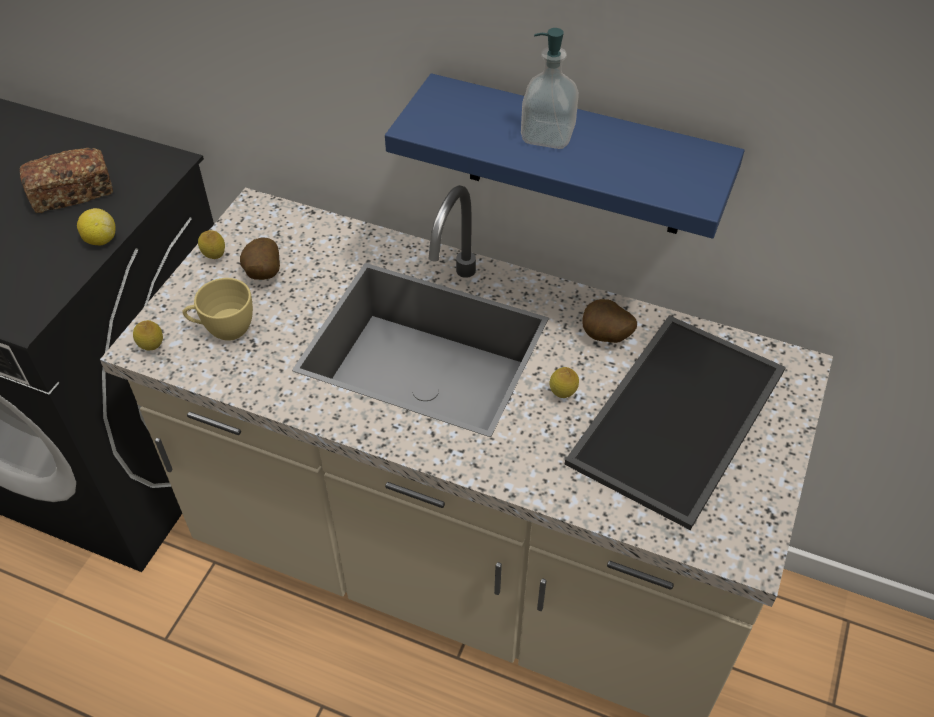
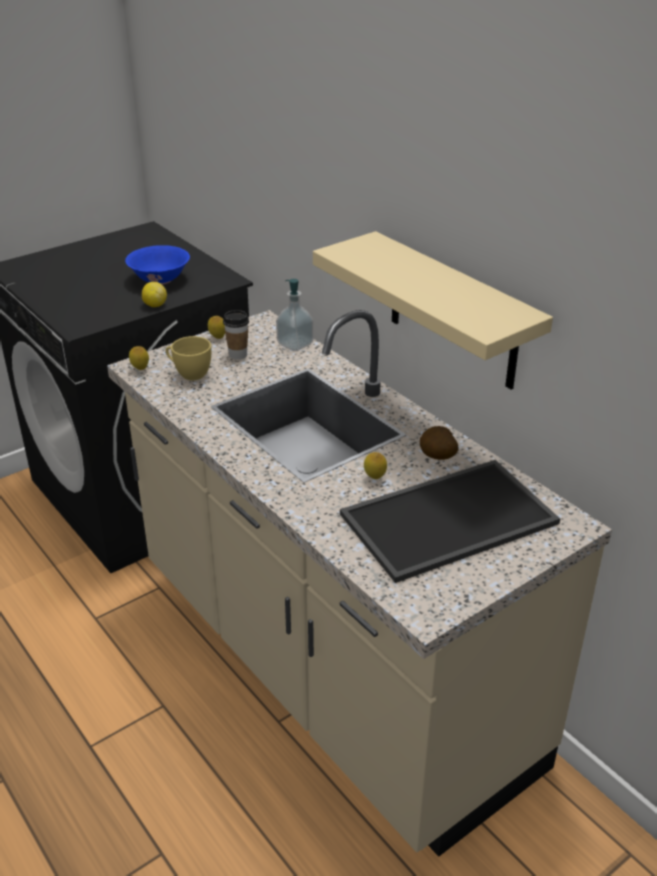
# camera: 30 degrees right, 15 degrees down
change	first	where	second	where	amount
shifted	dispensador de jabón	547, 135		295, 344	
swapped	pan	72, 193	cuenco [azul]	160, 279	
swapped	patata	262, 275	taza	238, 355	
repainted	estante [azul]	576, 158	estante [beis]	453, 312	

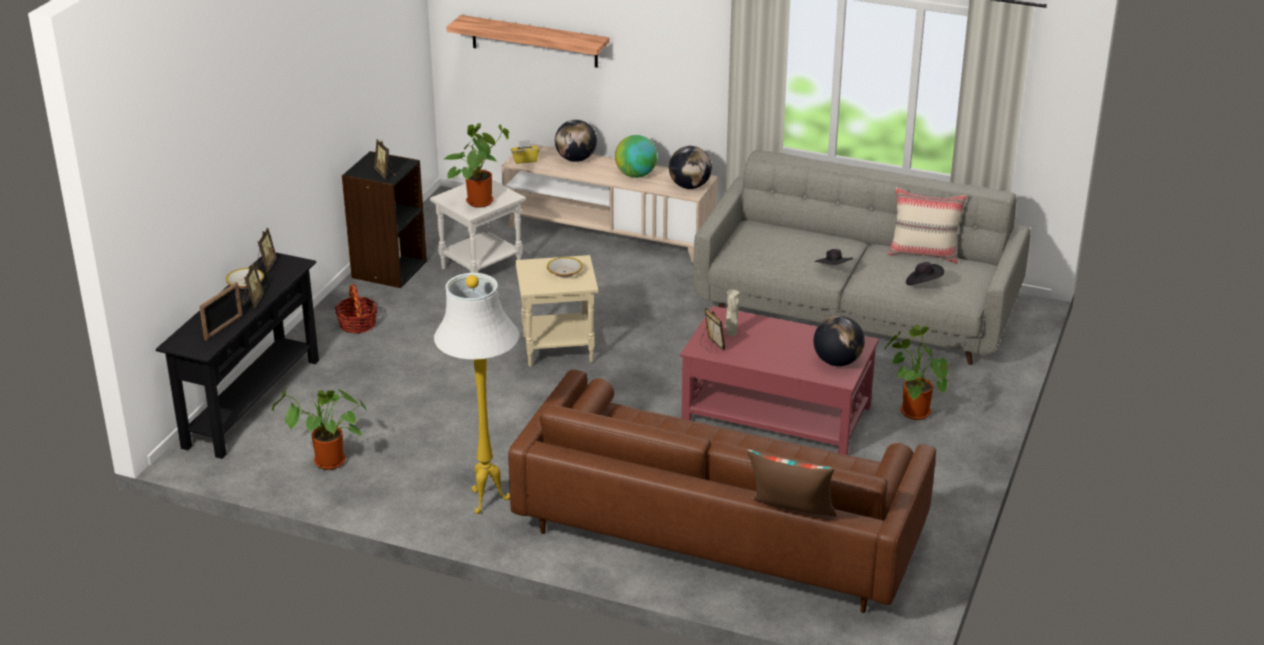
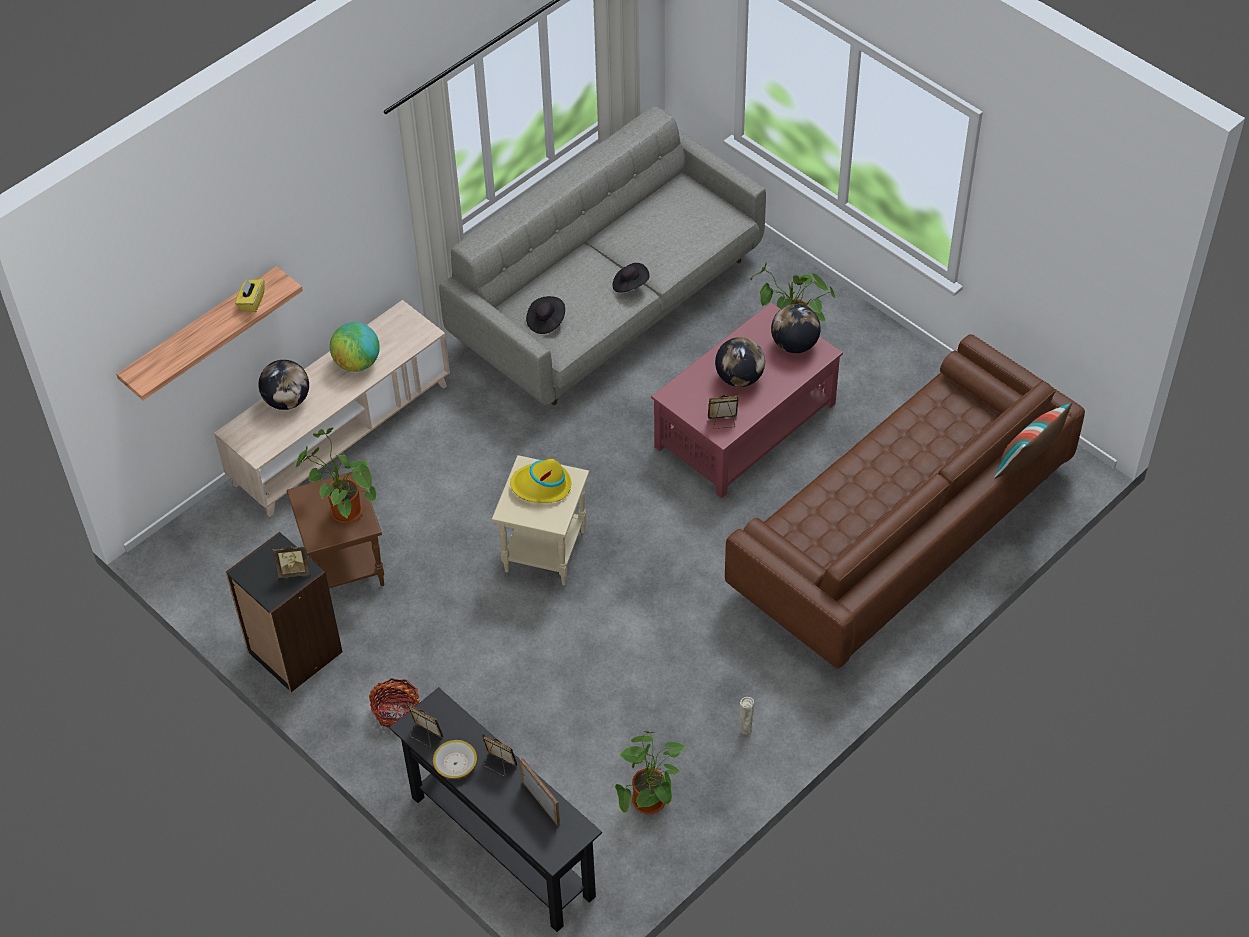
# camera: 65 degrees left, 20 degrees up
change	first	where	second	where	amount
gone	lámpara de pie [blanco]	485, 501			
gone	cojín [beis]	924, 254			
shifted	caja de pañuelos [amarillo]	525, 160		251, 302	
shifted	globo terráqueo	690, 186		739, 378	
shifted	florero [beis]	731, 333		746, 730	
shifted	sombrero [negro]	923, 283		546, 321	
swapped	cuenco	564, 272	sombrero [amarillo]	541, 486	
repainted	mesa auxiliar [blanco]	481, 267	mesa auxiliar [marrón]	343, 567	

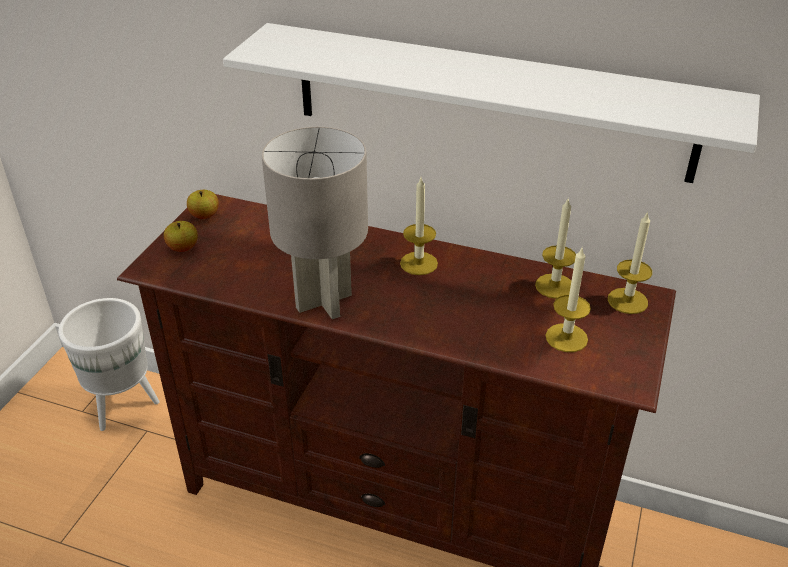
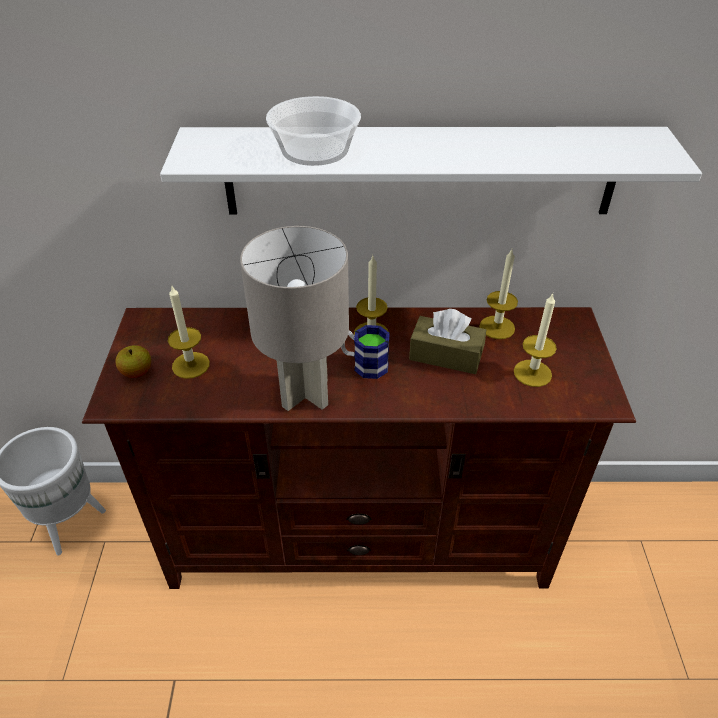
# camera: 20 degrees left, 5 degrees up
change	first	where	second	where	amount
gone	manzana	204, 216			
new			cuenco	314, 150	
new			taza grande	364, 364	
new			caja de pañuelos [marrón]	446, 355	
shifted	vela	627, 301		191, 365	

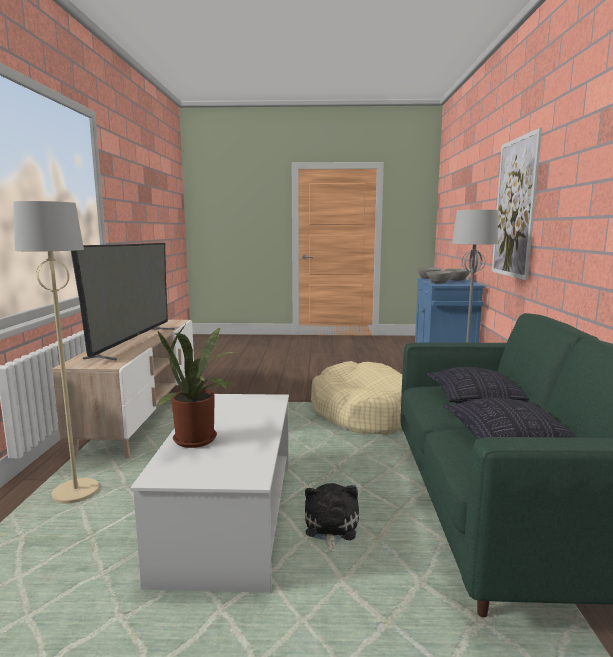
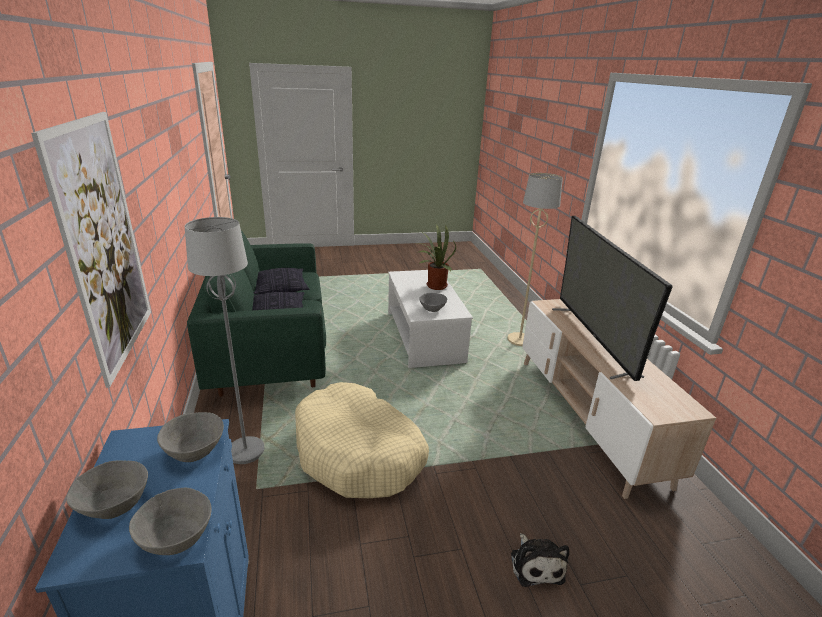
# camera: 165 degrees right, 15 degrees up
change	first	where	second	where	amount
new			cuenco [gris]	432, 309	
shifted	peluche	330, 529		536, 564	

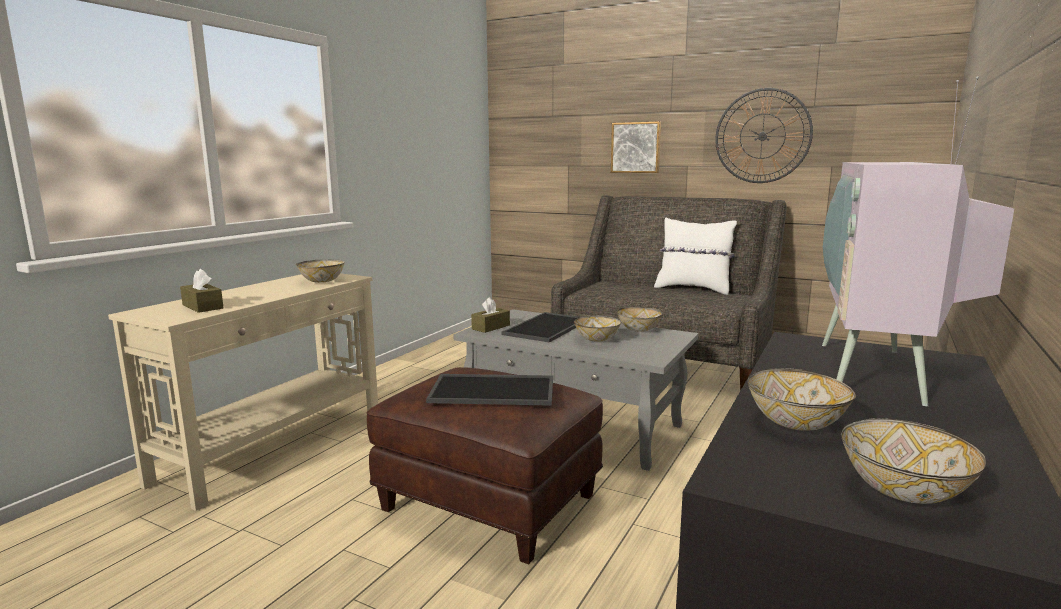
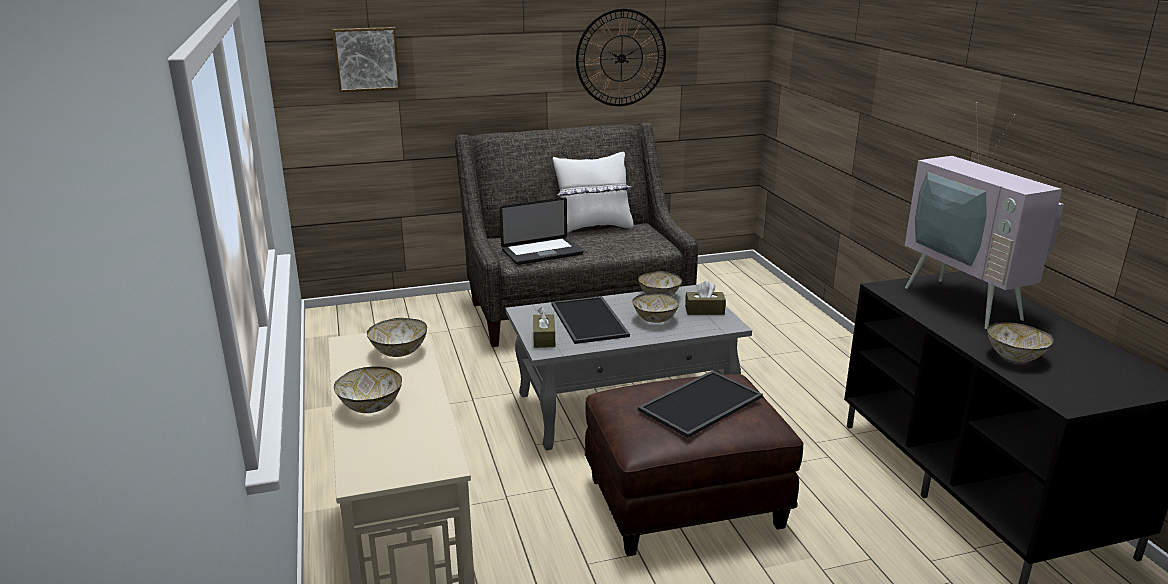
# camera: 45 degrees left, 10 degrees up
change	first	where	second	where	amount
new			portátil	542, 252	
shifted	caja de pañuelos [marrón]	202, 306		704, 310	
shifted	cuadro	636, 147		366, 59	
shifted	cuenco	903, 492		371, 407	

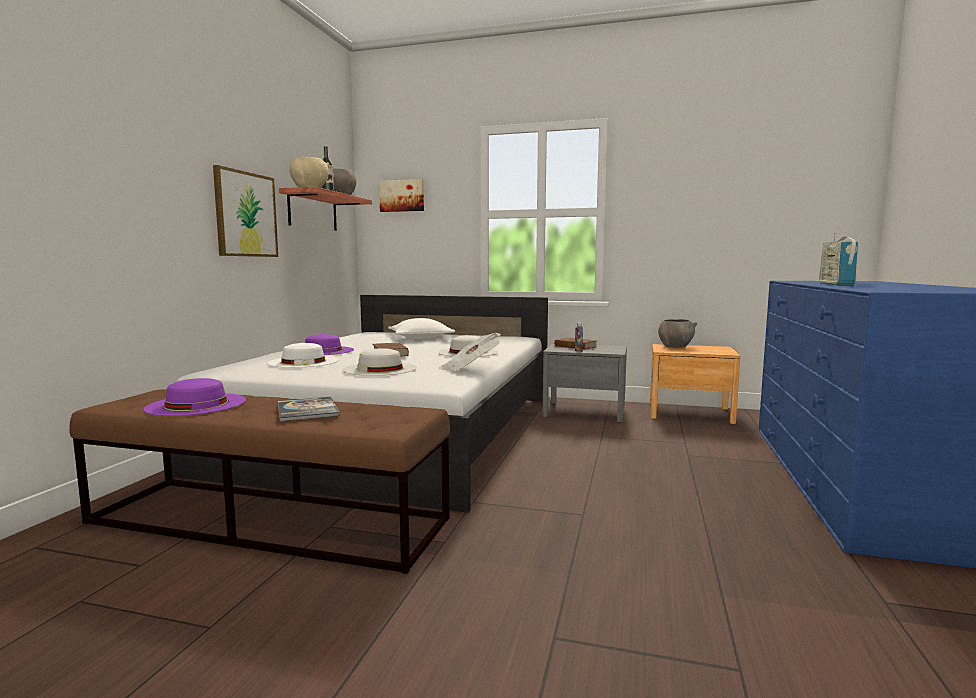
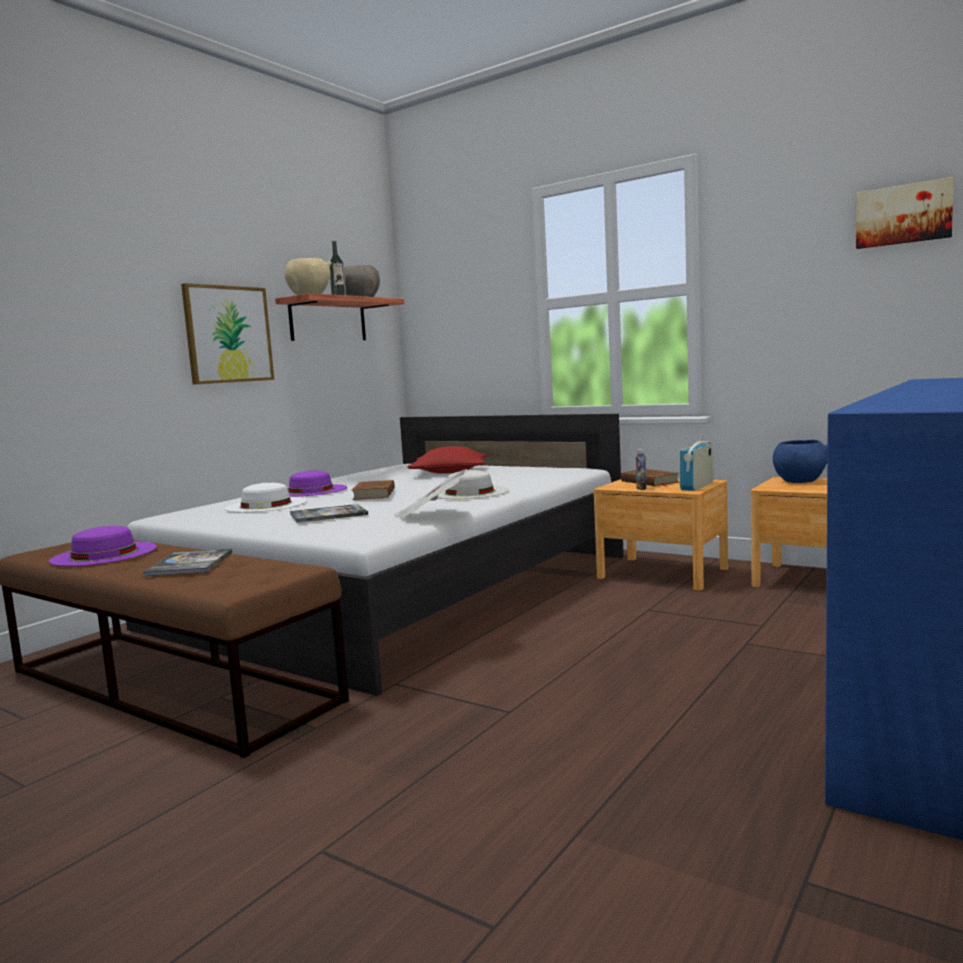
# camera: 20 degrees right, 0 degrees up
change	first	where	second	where	amount
shifted	cuadro	402, 196		903, 214	
shifted	radio	836, 284		697, 486	
swapped	sombrero [blanco]	380, 369	libro	328, 515	
repainted	cojín [blanco]	420, 338	cojín [rojo]	449, 472	
repainted	mesita de noche [gris]	584, 411	mesita de noche [marrón]	662, 573	
repainted	cuenco [gris]	675, 347	cuenco [azul]	800, 481	

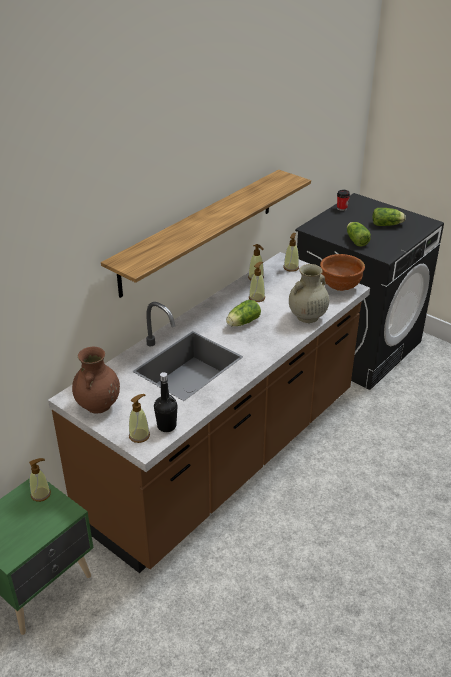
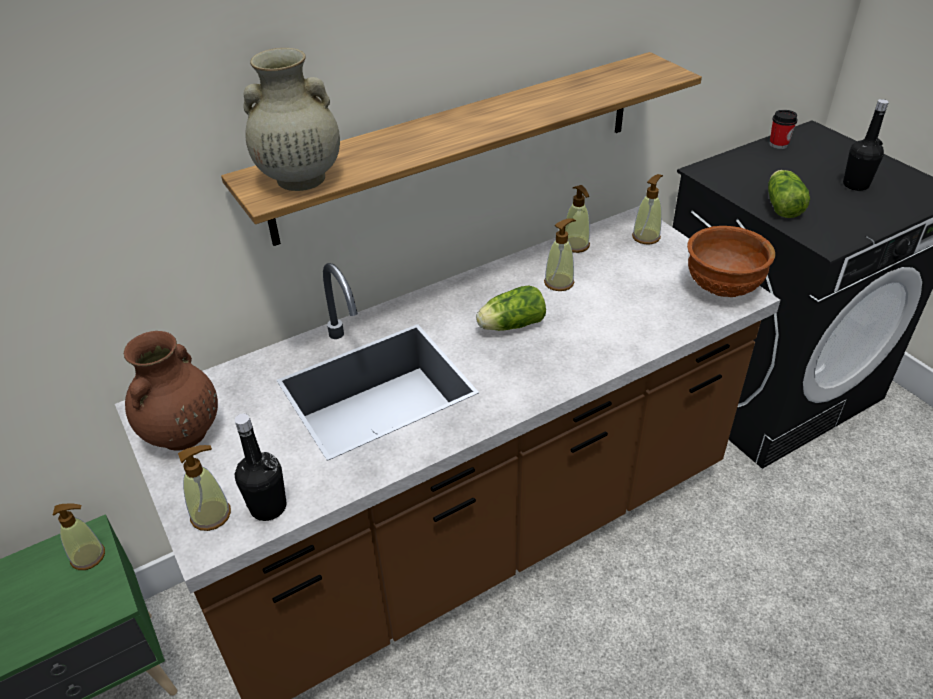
# camera: 20 degrees right, 5 degrees up
change	first	where	second	where	amount
shifted	florero [beis]	307, 317		299, 179	
swapped	lechuga	387, 225	botella [negro]	855, 185	

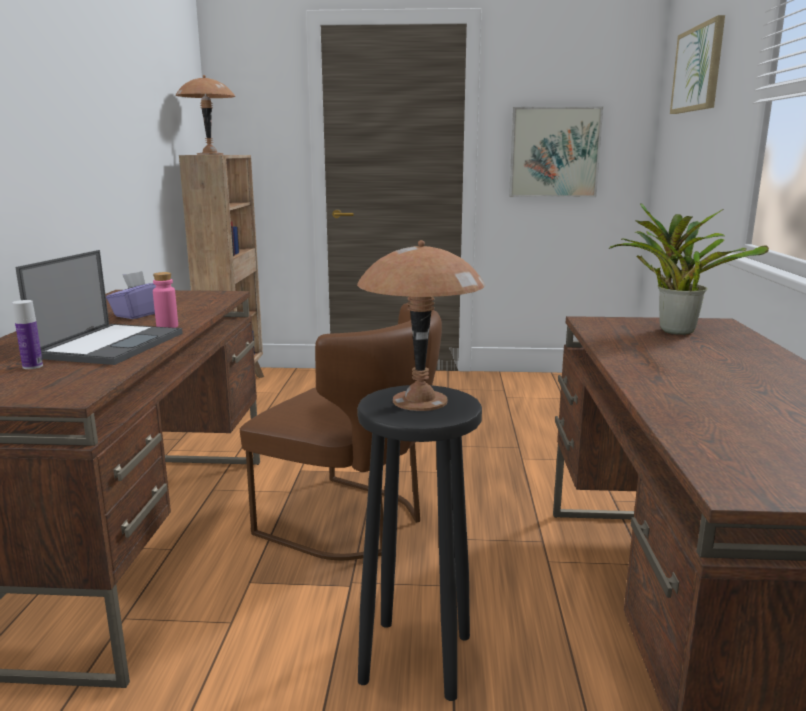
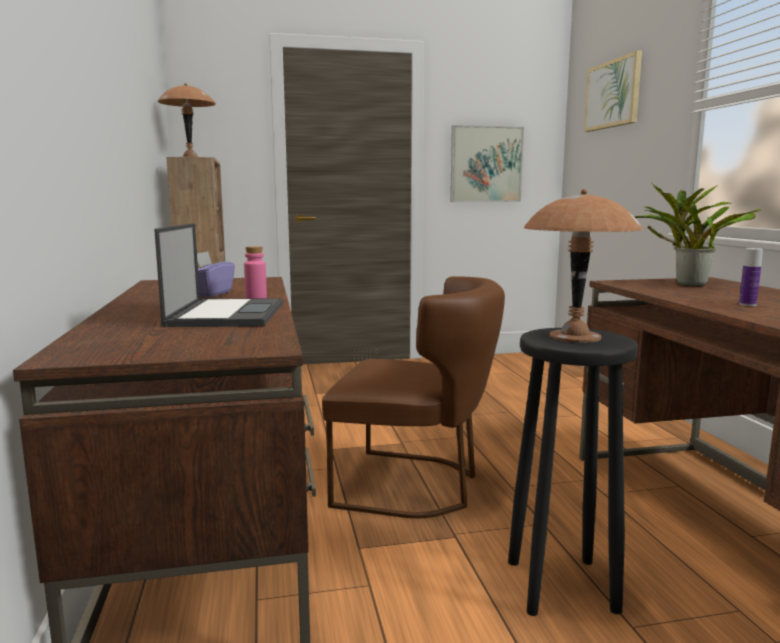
# camera: 15 degrees left, 5 degrees down
change	first	where	second	where	amount
shifted	botella	32, 366		747, 304	

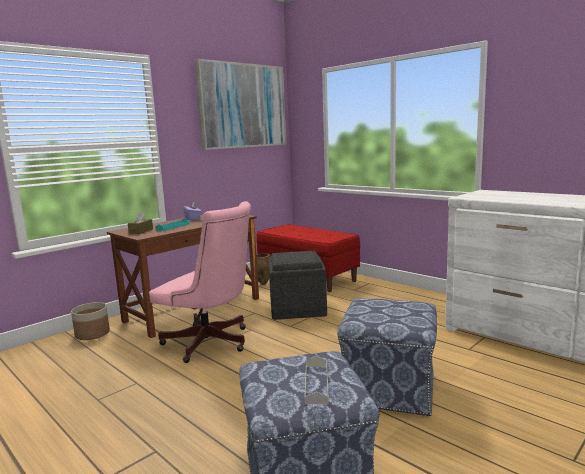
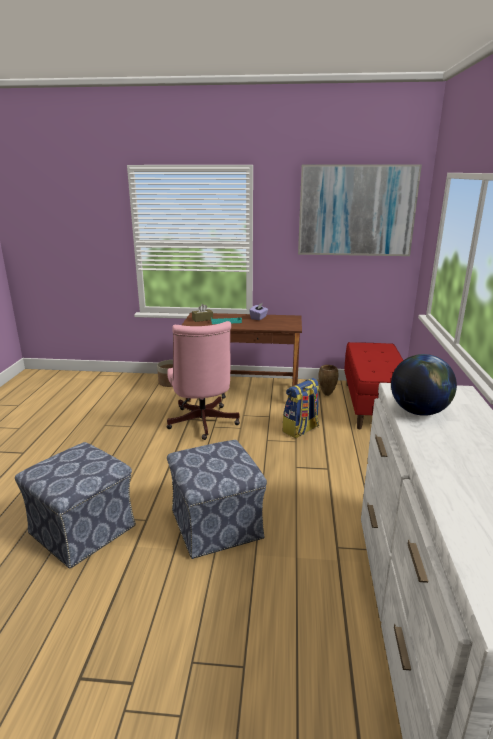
# camera: 50 degrees right, 10 degrees up
change	first	where	second	where	amount
gone	bandeja [gris]	316, 383			
new			globo terráqueo	418, 411	
swapped	puf [gris]	298, 309	mochila	301, 430	

